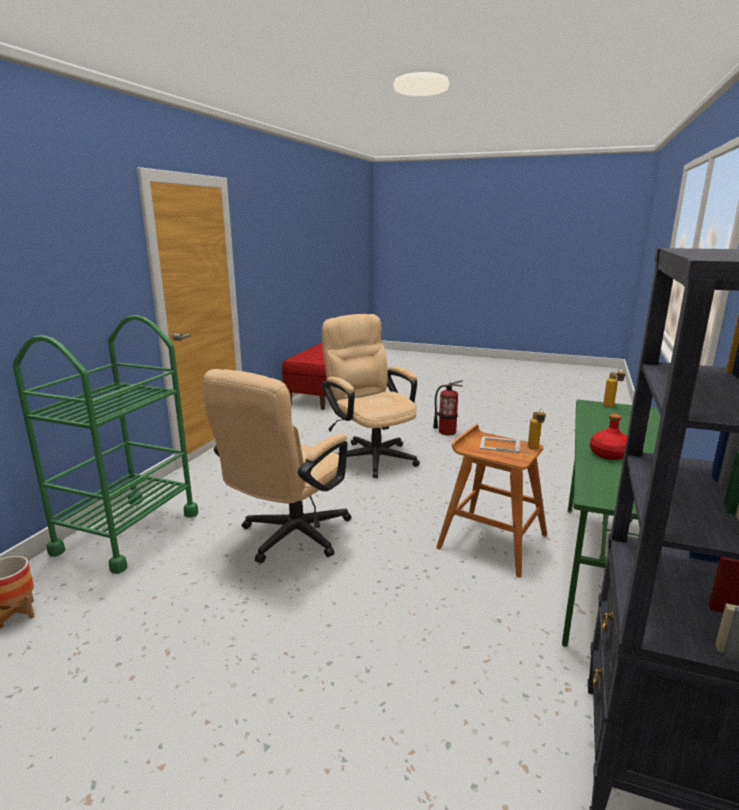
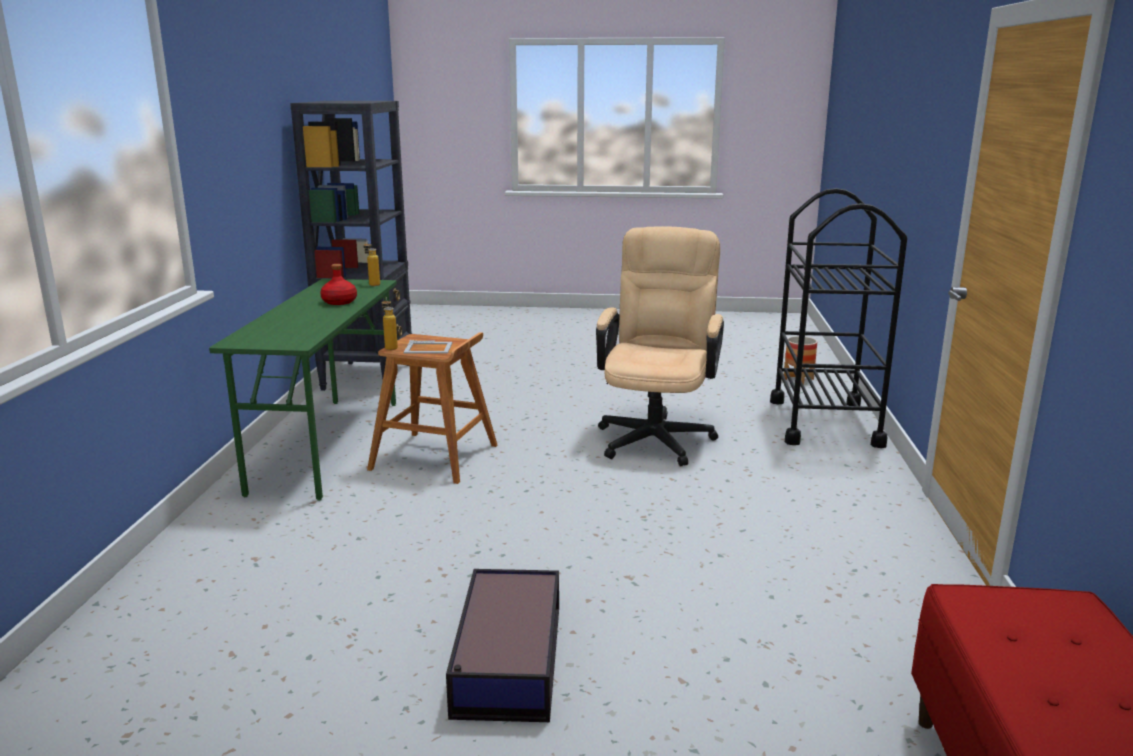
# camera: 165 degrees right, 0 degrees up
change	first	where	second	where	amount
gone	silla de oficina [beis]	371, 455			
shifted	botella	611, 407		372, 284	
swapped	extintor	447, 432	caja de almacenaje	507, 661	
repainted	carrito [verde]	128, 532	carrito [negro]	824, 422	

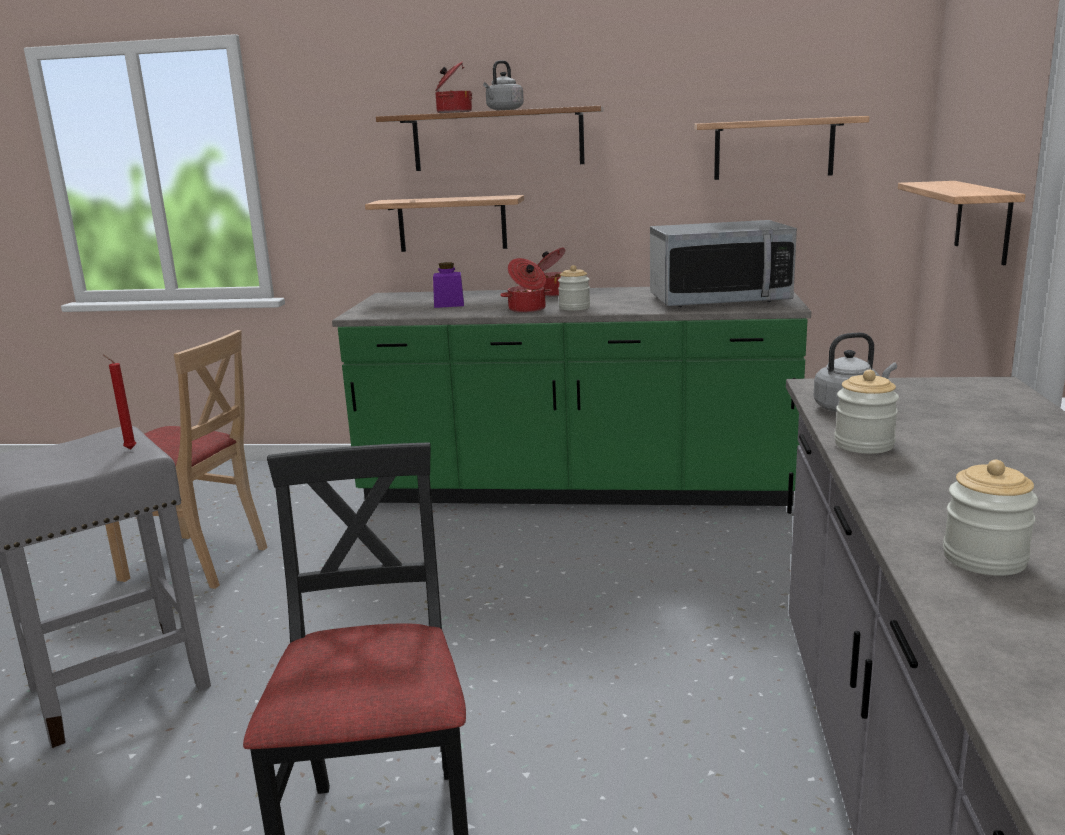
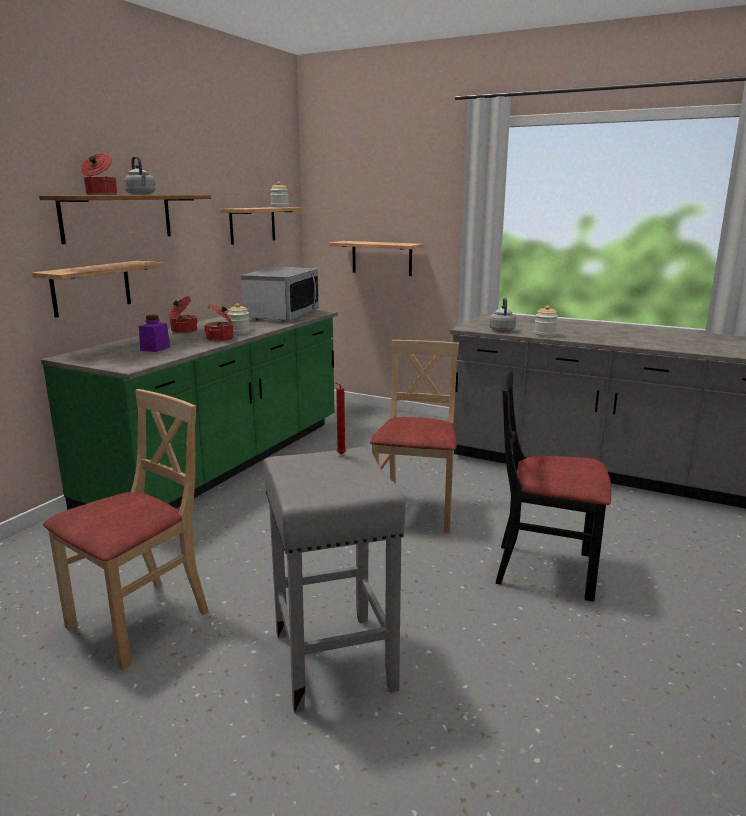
# camera: 70 degrees left, 0 degrees up
change	first	where	second	where	amount
new			silla [beis]	416, 510	
shifted	tarro	984, 559		279, 207	

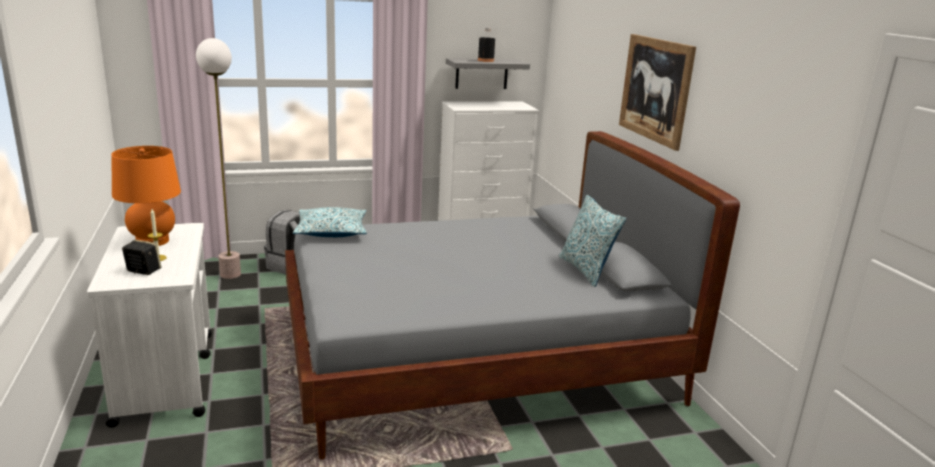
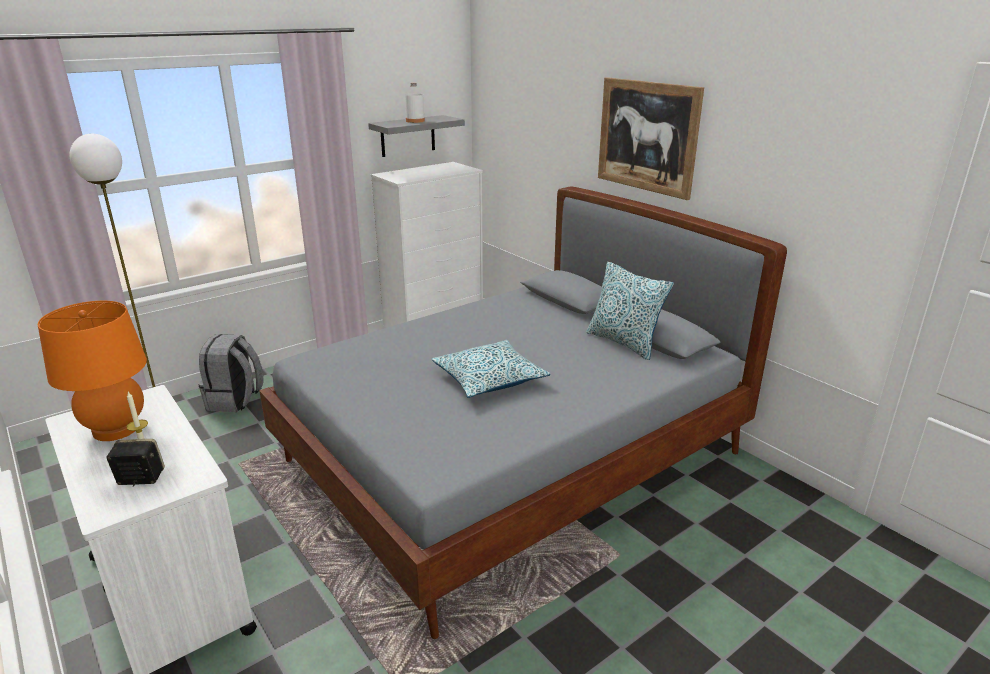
# camera: 20 degrees left, 5 degrees up
change	first	where	second	where	amount
shifted	cojín	331, 231		489, 379	
repainted	botella [negro]	485, 60	botella [blanco]	415, 121	

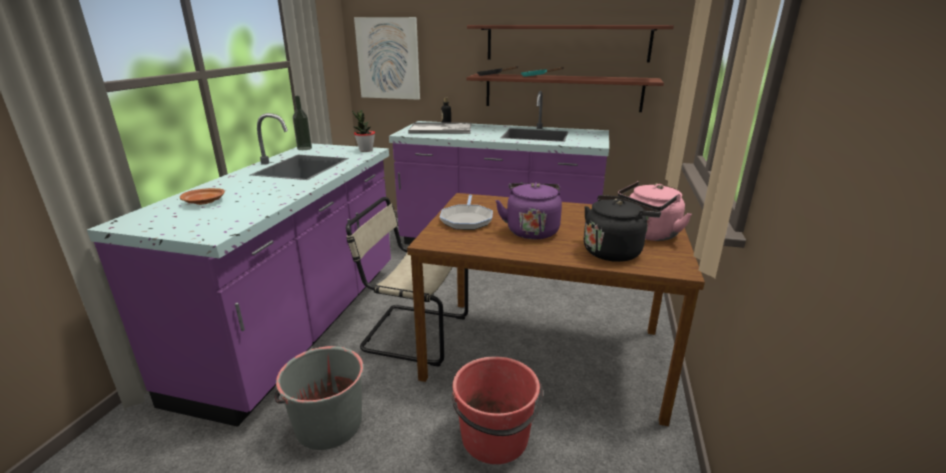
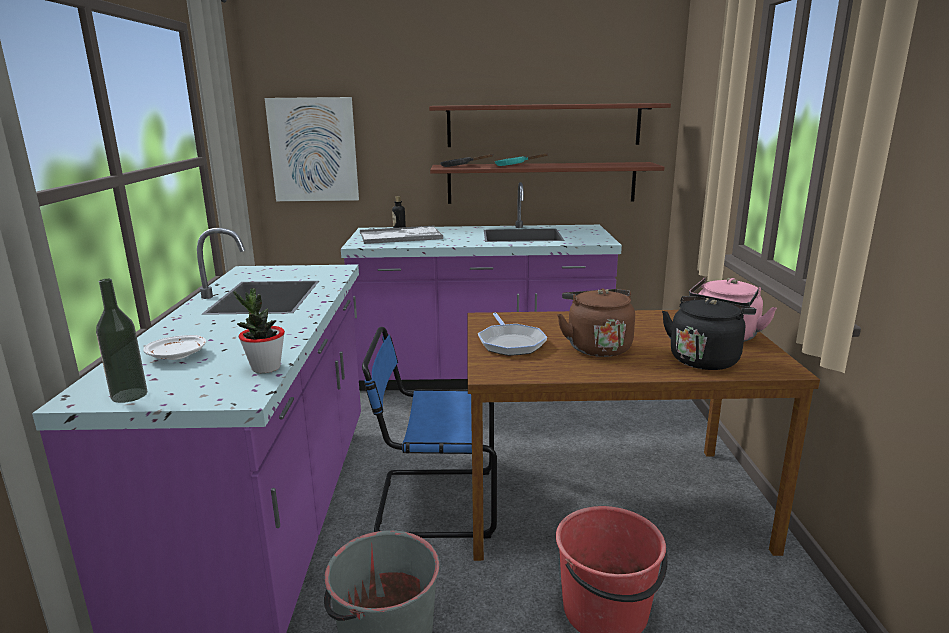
# camera: 15 degrees left, 5 degrees down
change	first	where	second	where	amount
shifted	botella	304, 148		129, 395	
shifted	planta en maceta	366, 150		266, 368	
repainted	plato [marrón]	205, 202	plato [blanco]	178, 356	
repainted	silla [beis]	411, 333	silla [azul]	432, 503	
repainted	hervidor [morado]	531, 230	hervidor [marrón]	596, 347	

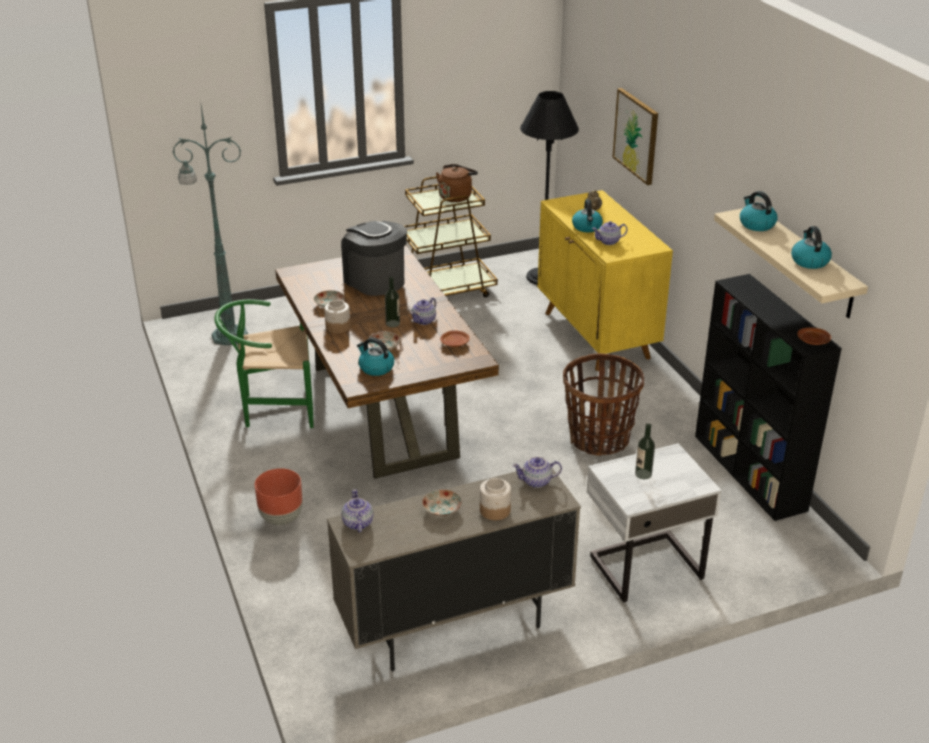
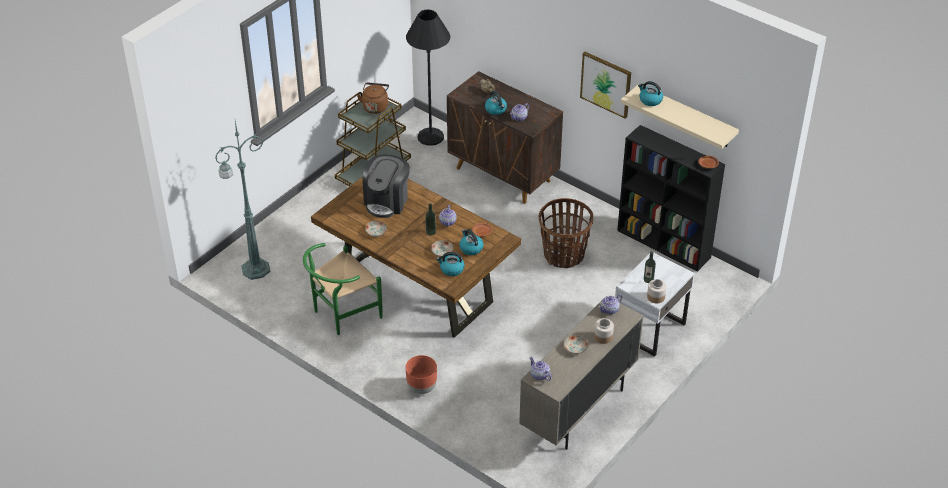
# camera: 30 degrees left, 10 degrees up
change	first	where	second	where	amount
shifted	tarro	337, 327		655, 297	
shifted	cuadro	636, 135		606, 84	
shifted	hervidor	809, 261		470, 248	
repainted	armario [amarillo]	597, 335	armario [marrón]	504, 175	
rotated	cafetera	375, 280		387, 201	90 degrees counterclockwise

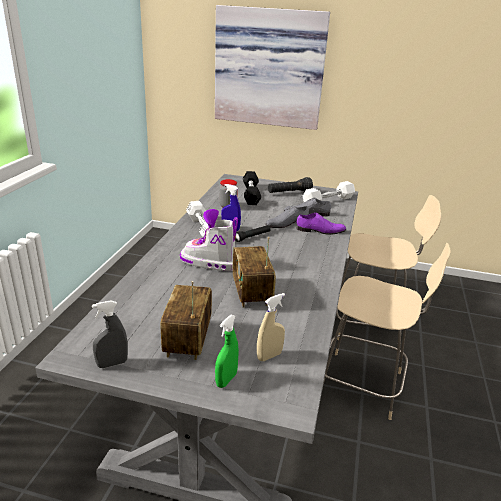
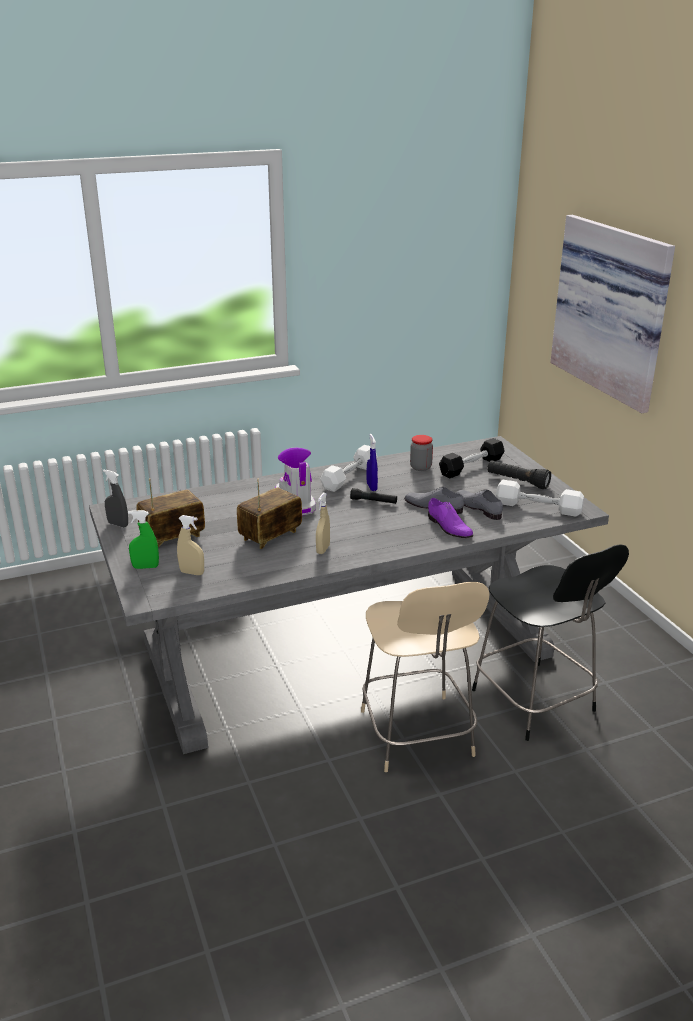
# camera: 55 degrees right, 0 degrees up
change	first	where	second	where	amount
new			pulverizador [beis]	323, 549	
repainted	silla [beis]	368, 325	silla [negro]	535, 703	

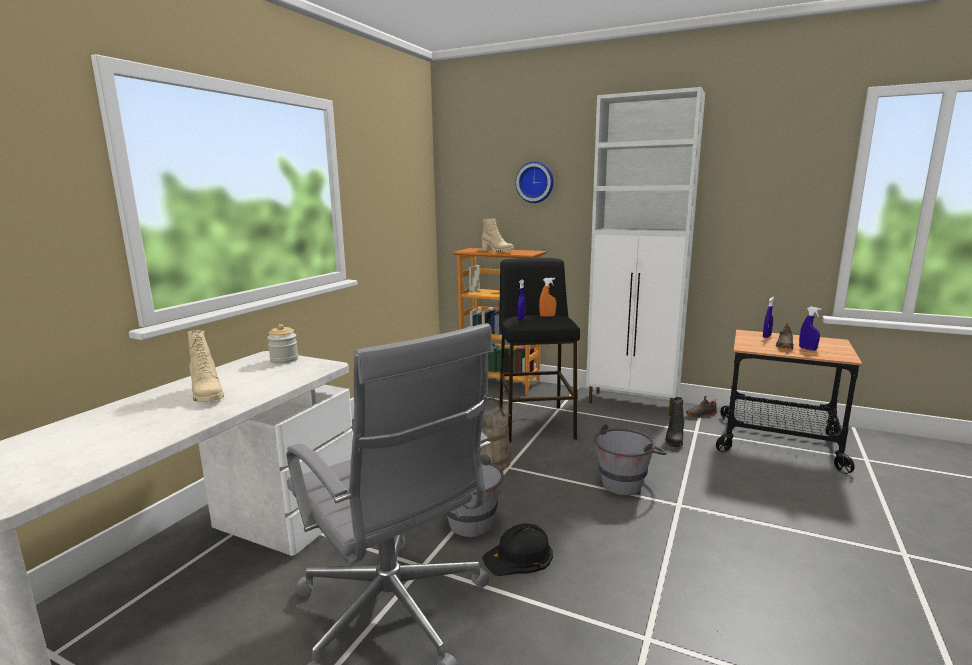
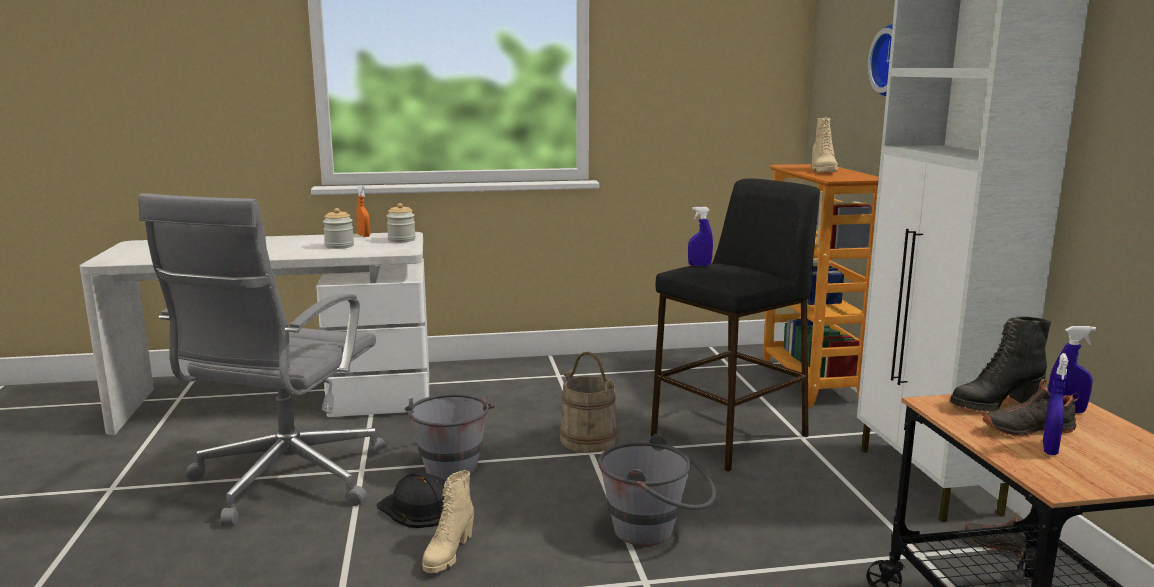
# camera: 55 degrees right, 0 degrees up
change	first	where	second	where	amount
new			tarro	339, 246	
shifted	bota [beis]	206, 394		448, 554	
shifted	pulverizador [naranja]	547, 316		364, 235	
shifted	bota [negro]	674, 439		994, 404	

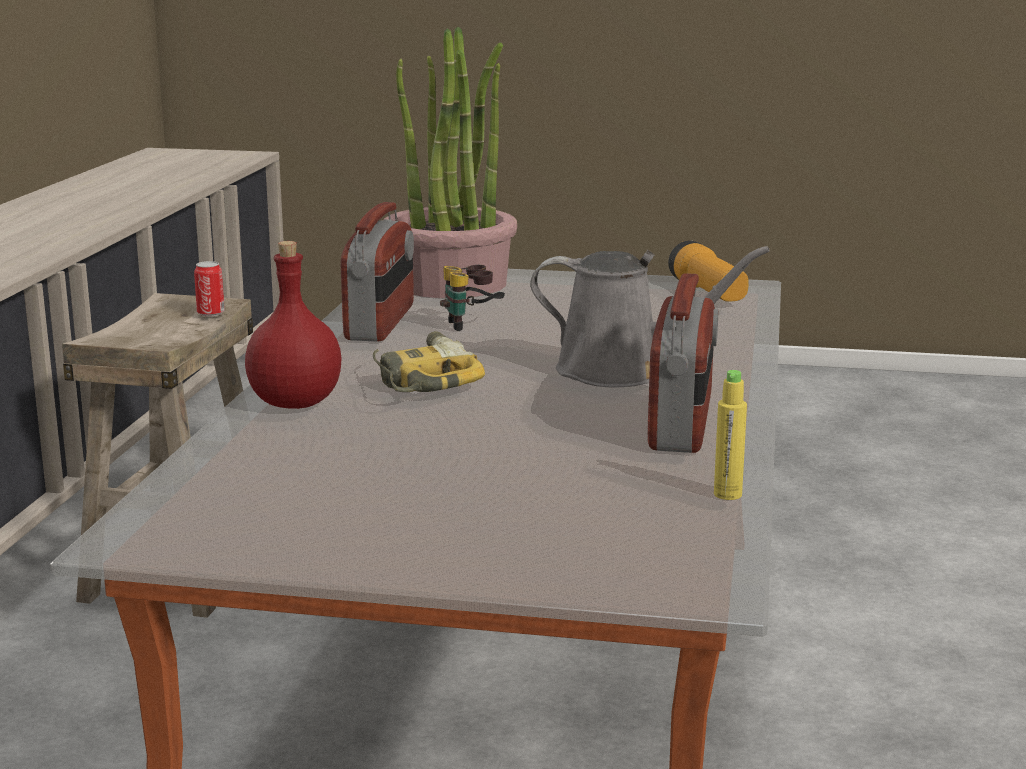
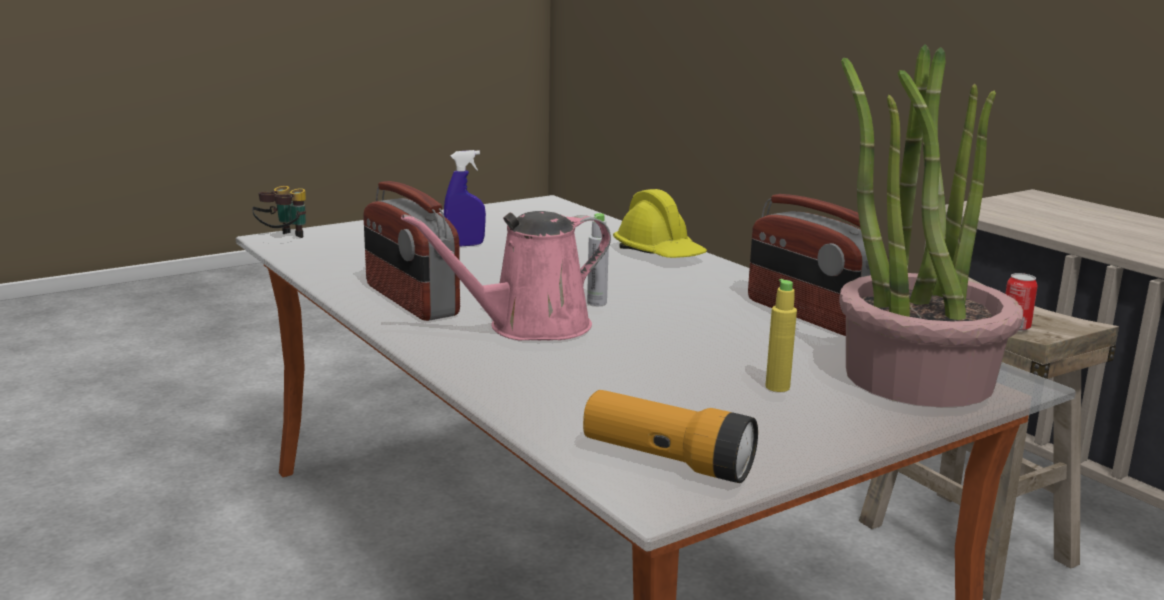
# camera: 135 degrees right, 0 degrees up
change	first	where	second	where	amount
gone	taladro	421, 379			
new			pulverizador [azul]	465, 245	
new			botella [gris]	597, 303	
shifted	prismáticos	472, 325		283, 239	
shifted	botella [amarillo]	727, 494		777, 387	
swapped	botella [rojo]	294, 404	casco [amarillo]	659, 253	
repainted	regadera [gris]	622, 371	regadera [rosa]	530, 327	

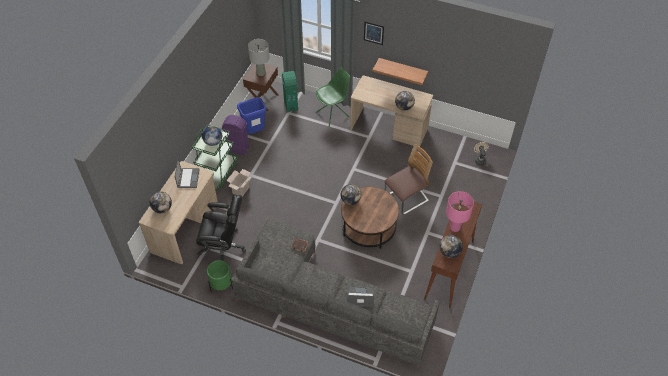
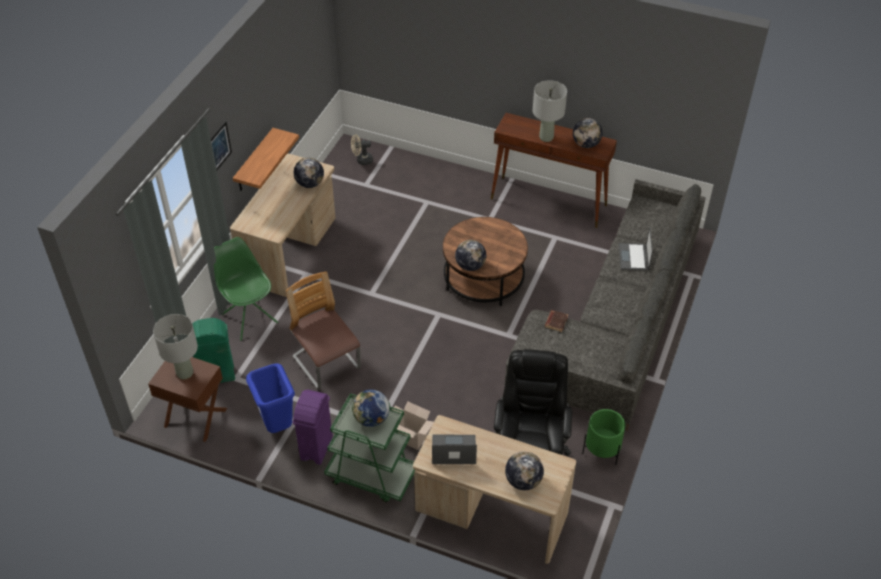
# camera: 90 degrees left, 5 degrees down
change	first	where	second	where	amount
shifted	silla	406, 199		326, 363	
repainted	lámpara de mesa [rosa]	455, 228	lámpara de mesa [gris]	546, 137	

